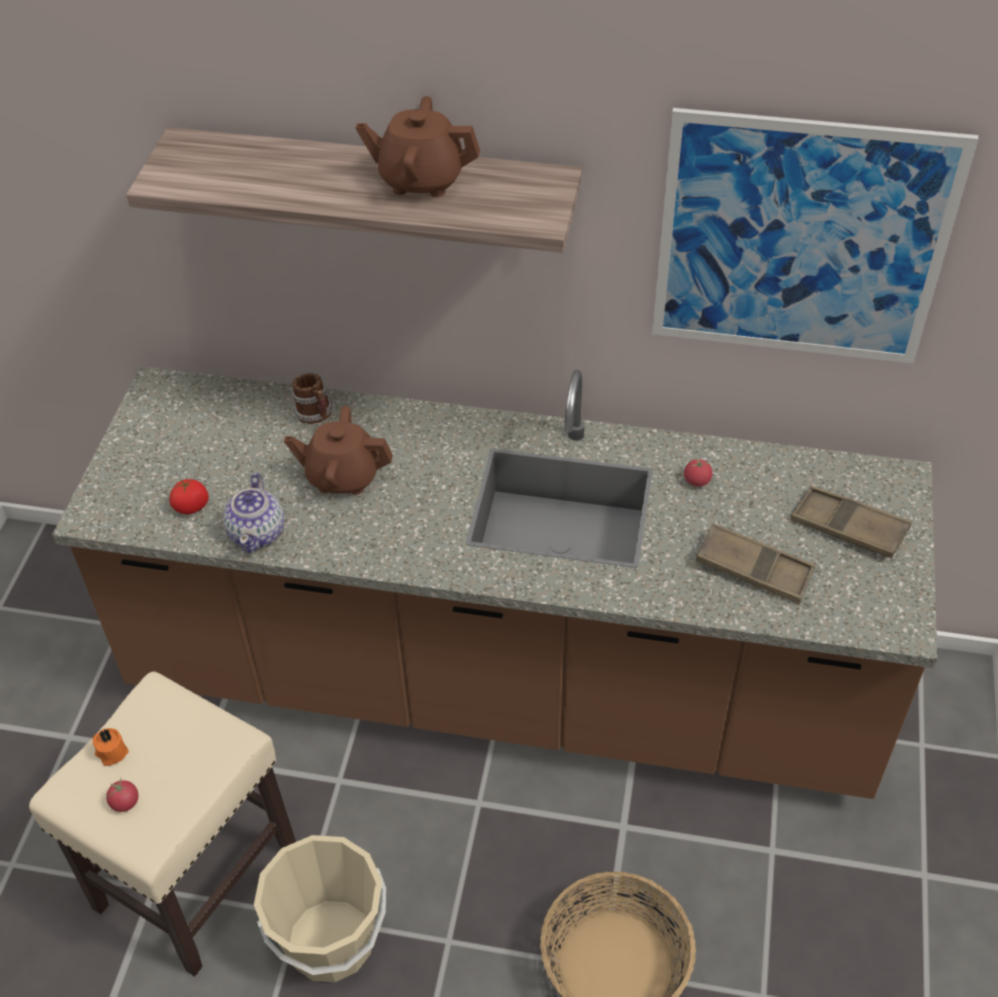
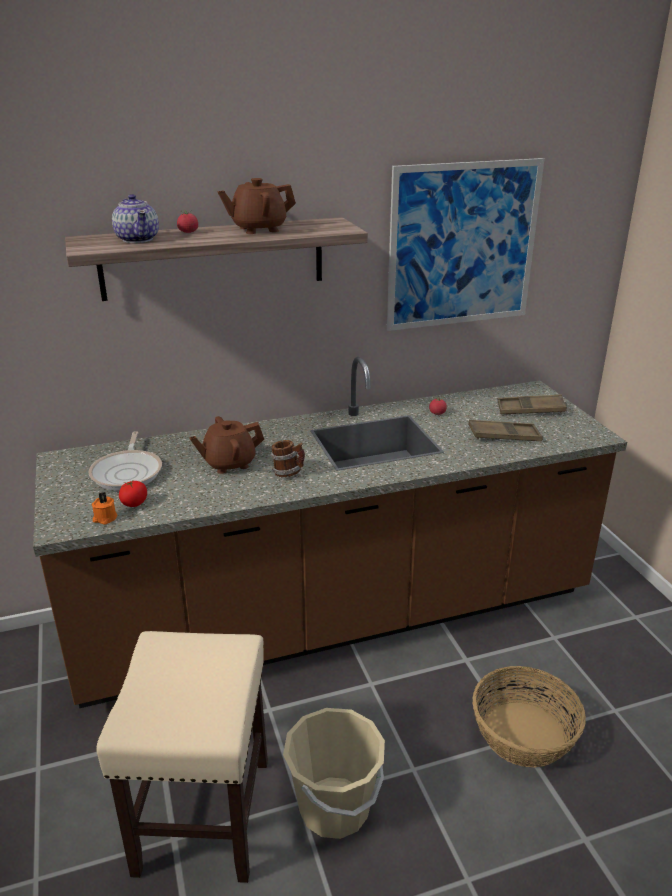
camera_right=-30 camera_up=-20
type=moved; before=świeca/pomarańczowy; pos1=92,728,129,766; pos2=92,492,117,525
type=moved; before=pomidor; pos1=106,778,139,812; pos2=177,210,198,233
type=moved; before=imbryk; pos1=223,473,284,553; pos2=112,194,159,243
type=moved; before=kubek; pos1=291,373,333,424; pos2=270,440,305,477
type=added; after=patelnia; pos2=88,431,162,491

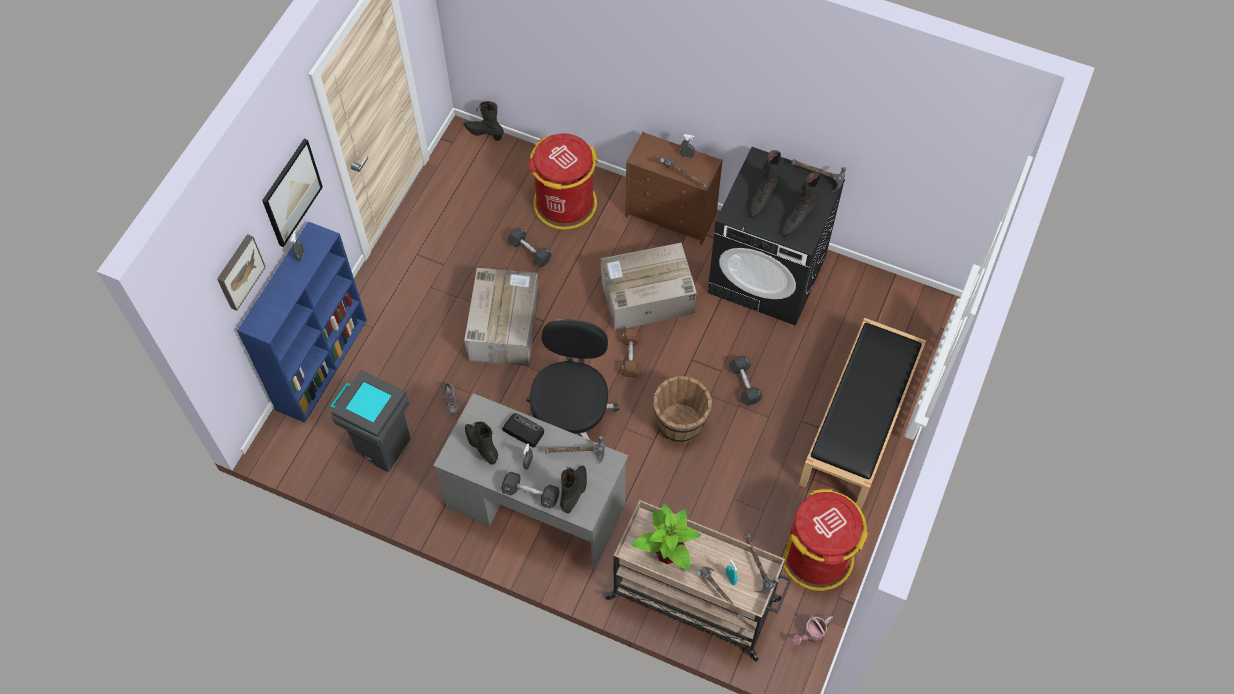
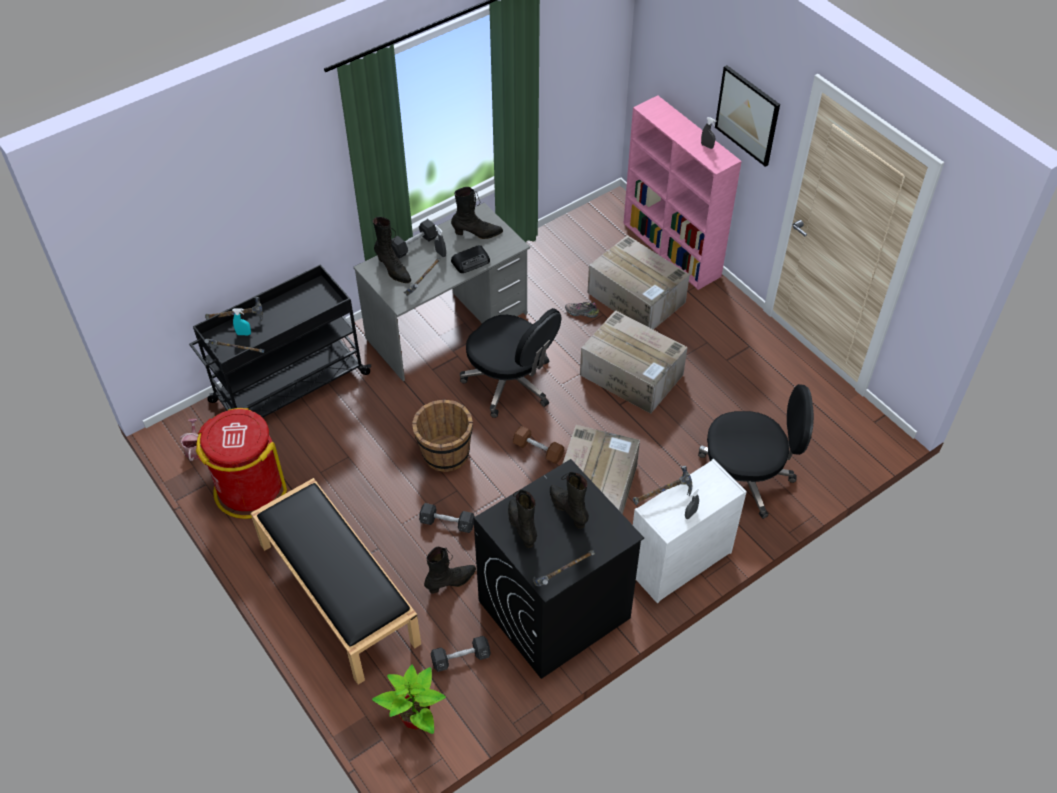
camera_right=120 camera_up=-10
type=removed; before=obraz; pos1=217,234,266,311
type=recoloured; before=regał/niebieski; after=regał/różowy; pos1=237,222,367,423; pos2=623,96,742,290
type=removed; before=kosz na śmieci/szary; pos1=330,370,410,472
type=moved; before=but z cholewką/czarny; pos1=464,101,504,141; pos2=424,547,476,594
type=moved; before=hantel/czarny; pos1=507,227,552,267; pos2=431,636,491,672
type=replaced; before=kosz na śmieci/czerwony; after=krzesło biurowe/czarny; pos1=528,133,598,230; pos2=698,384,814,519
type=recoloured; before=wózek/beżowy; after=wózek/czarny; pos1=603,500,792,661; pos2=189,264,371,418
type=recoloured; before=komoda/brązowy; after=komoda/biały; pos1=626,132,722,245; pos2=633,459,747,604
type=moved; before=roślina doniczkowa; pos1=631,504,701,571; pos2=372,665,446,734
type=added; after=karton; pos2=587,235,690,330

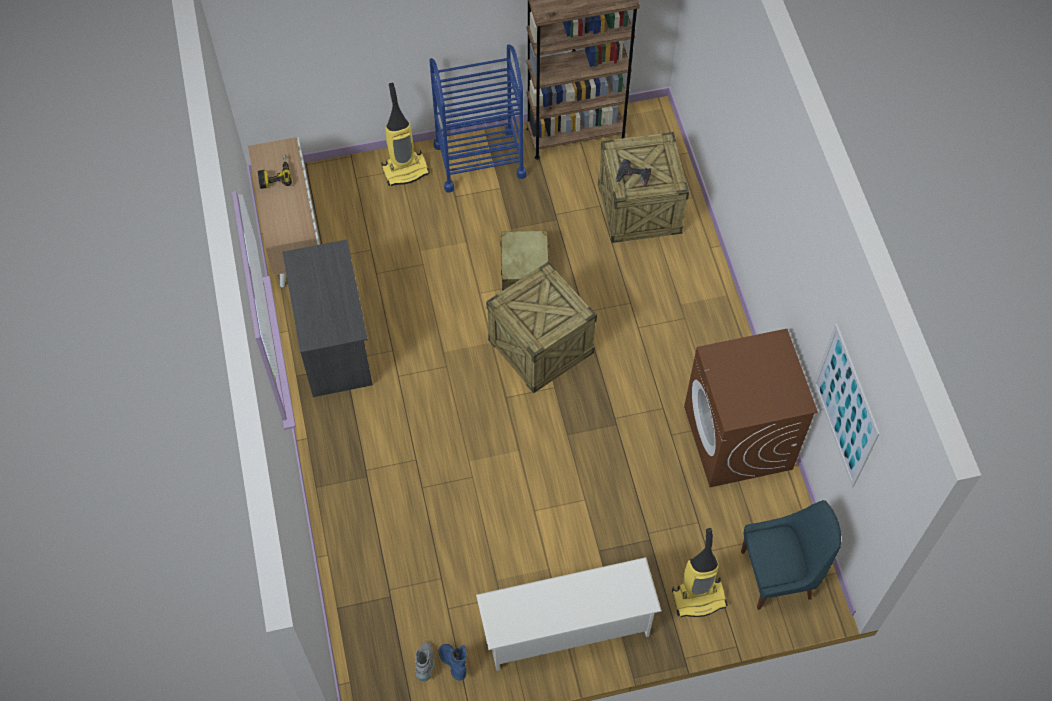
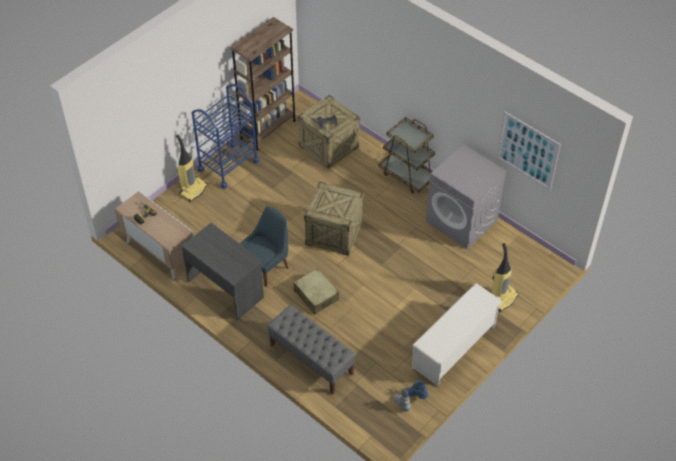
camera_right=-35 camera_up=-10
type=moved; before=walizka/beżowy; pos1=500,231,549,291; pos2=294,268,339,314
type=recoloured; before=pralka/brązowy; after=pralka/szary; pos1=684,329,818,487; pos2=426,144,507,249
type=moved; before=krzesło/niebieski; pos1=741,500,841,610; pos2=239,206,289,286
type=added; after=ławka/szary; pos2=267,305,356,394
type=added; after=wózek/brązowy; pos2=379,117,435,194

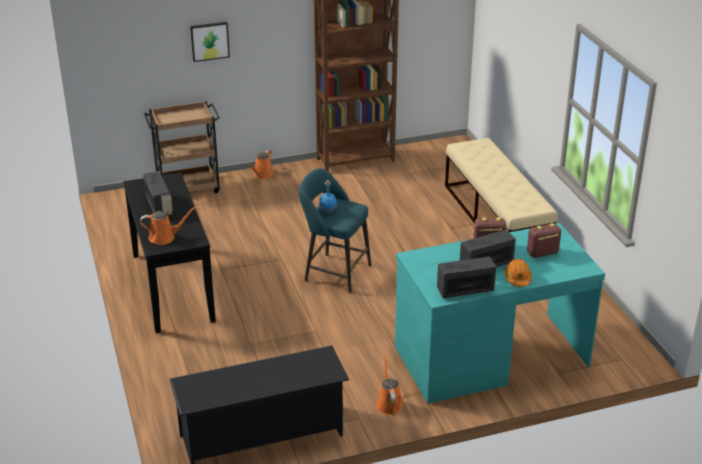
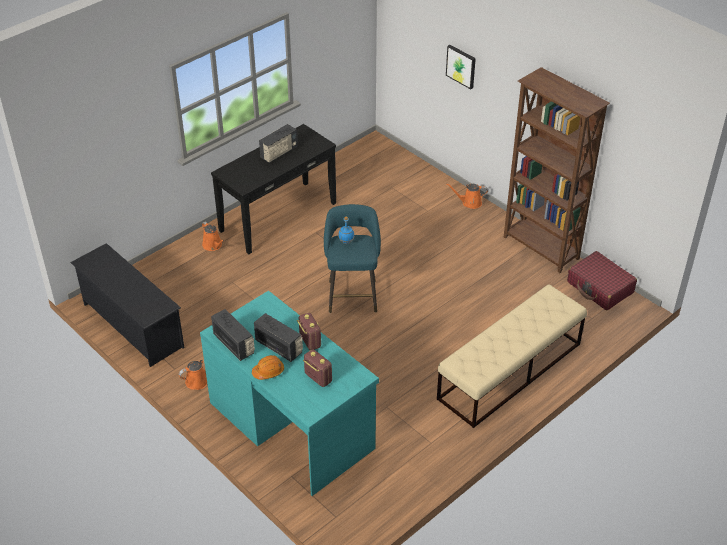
camera_right=65 camera_up=10
type=moved; before=konewka/pomarańczowy; pos1=140,207,196,245; pos2=202,222,224,251
type=removed; before=wózek/brązowy; pos1=144,101,220,193
type=added; after=walizka/czerwony; pos2=567,251,637,310

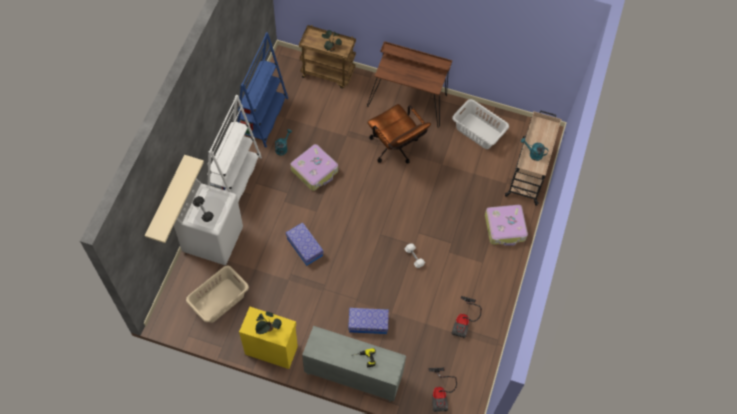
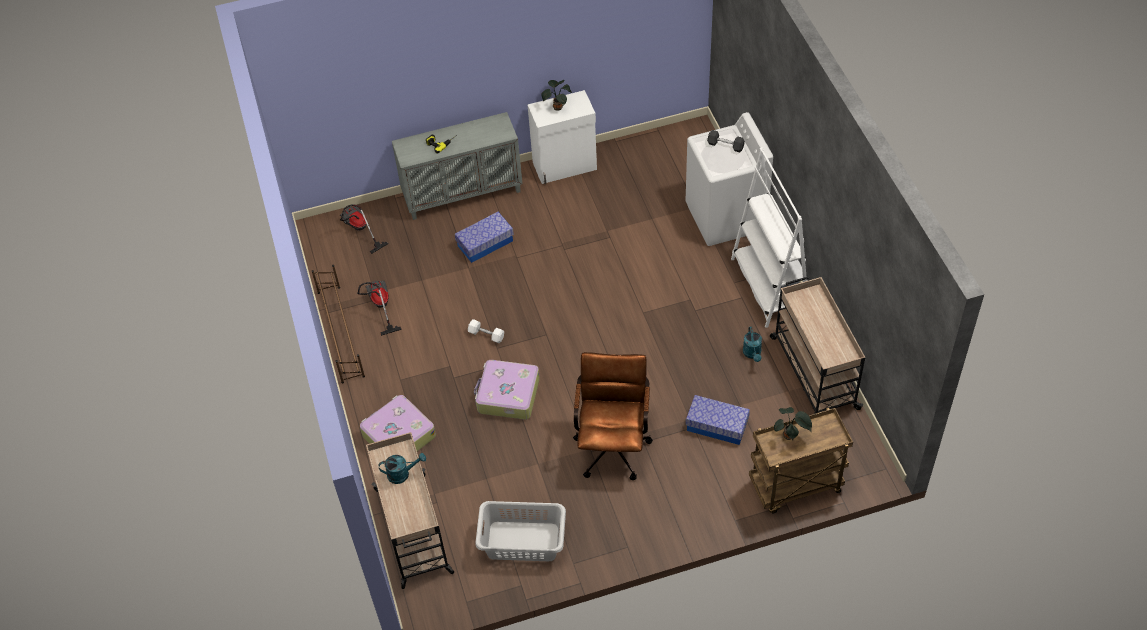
camera_right=150 camera_up=-10
type=removed; before=półka/beżowy; pos1=145,155,204,243
type=removed; before=kosz na pranie/beżowy; pos1=186,266,249,323
type=replaced; before=regał/niebieski; after=wózek/beżowy; pos1=237,32,288,147; pos2=770,276,866,414
type=recoloured; before=szafka/żółty; after=szafka/biały; pos1=239,307,298,369; pos2=527,90,597,184
type=moved; before=pojemnik do przechowywania; pos1=286,222,324,266; pos2=686,395,750,445
type=moved; before=walizka; pos1=291,144,338,191; pos2=474,360,540,420
type=removed; before=biurko/brązowy; pos1=367,41,452,128
type=turned; before=krzesło biurowe/brązowy; pos1=367,104,431,163; pos2=573,352,653,480; turn=75
type=added; after=regał na buty/brązowy; pos2=312,265,365,383

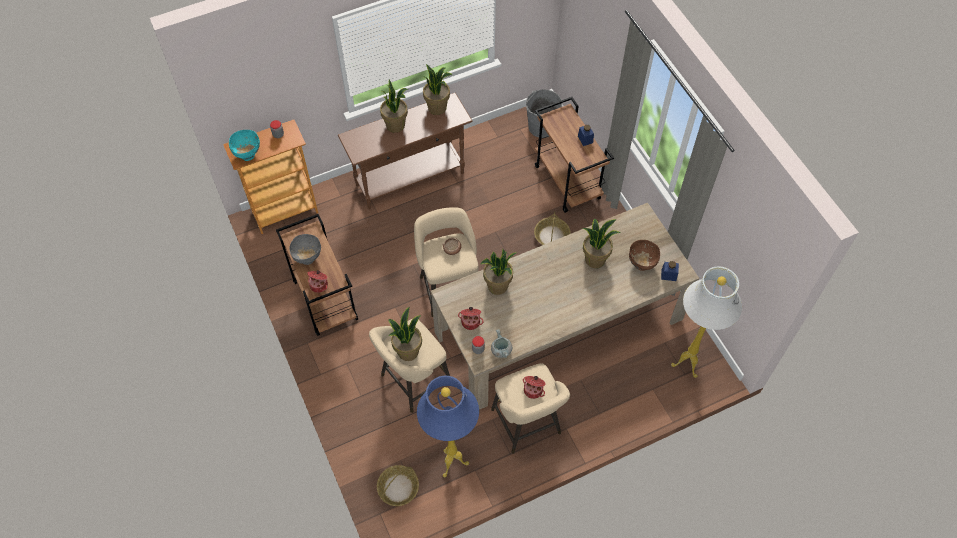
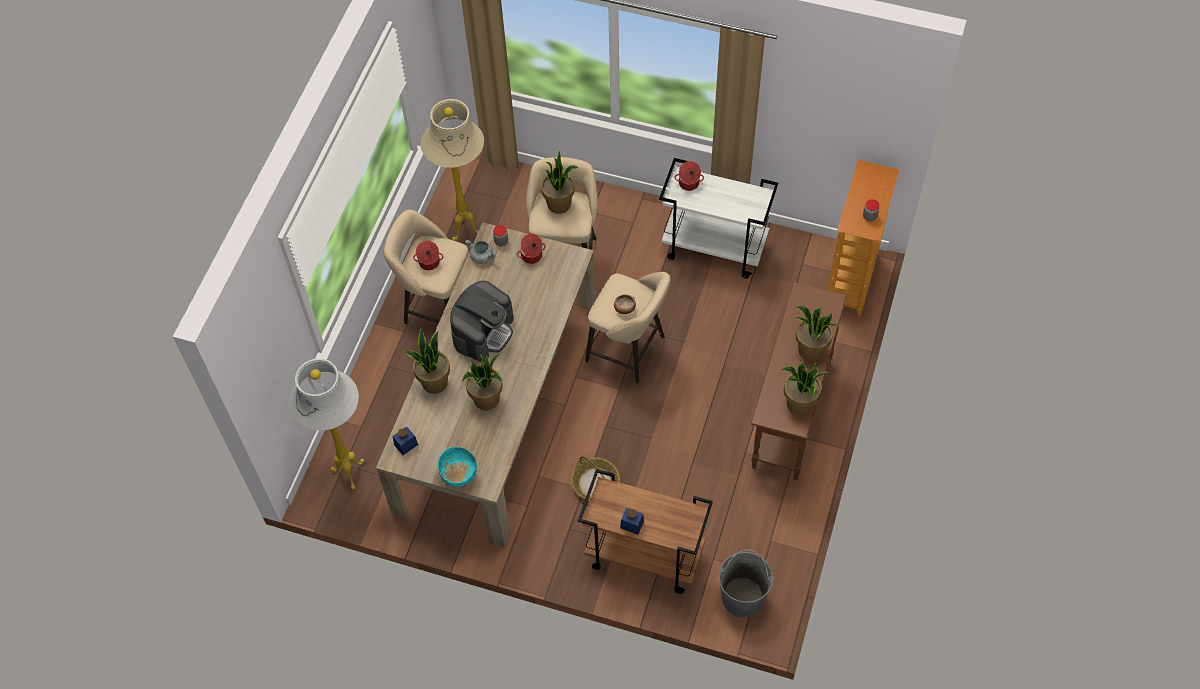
camera_right=135 camera_up=0
type=moved; before=miska/turkusowy; pos1=229,130,260,161; pos2=438,447,477,487
type=recoloured; before=wózek/brązowy; after=wózek/biały; pos1=276,214,358,336; pos2=659,158,778,279
type=removed; before=miska/szary; pos1=289,234,321,265
type=removed; before=koszyk; pos1=377,465,419,506
type=recoloured; before=lampa stojąca/niebieski; after=lampa stojąca/beżowy; pos1=417,376,479,477; pos2=421,99,484,241
type=moved; before=roślina doniczkowa; pos1=480,248,516,295; pos2=405,328,450,394
type=removed; before=miska/brązowy; pos1=629,240,660,271
type=added; after=ekspres do kawy; pos2=450,281,514,362

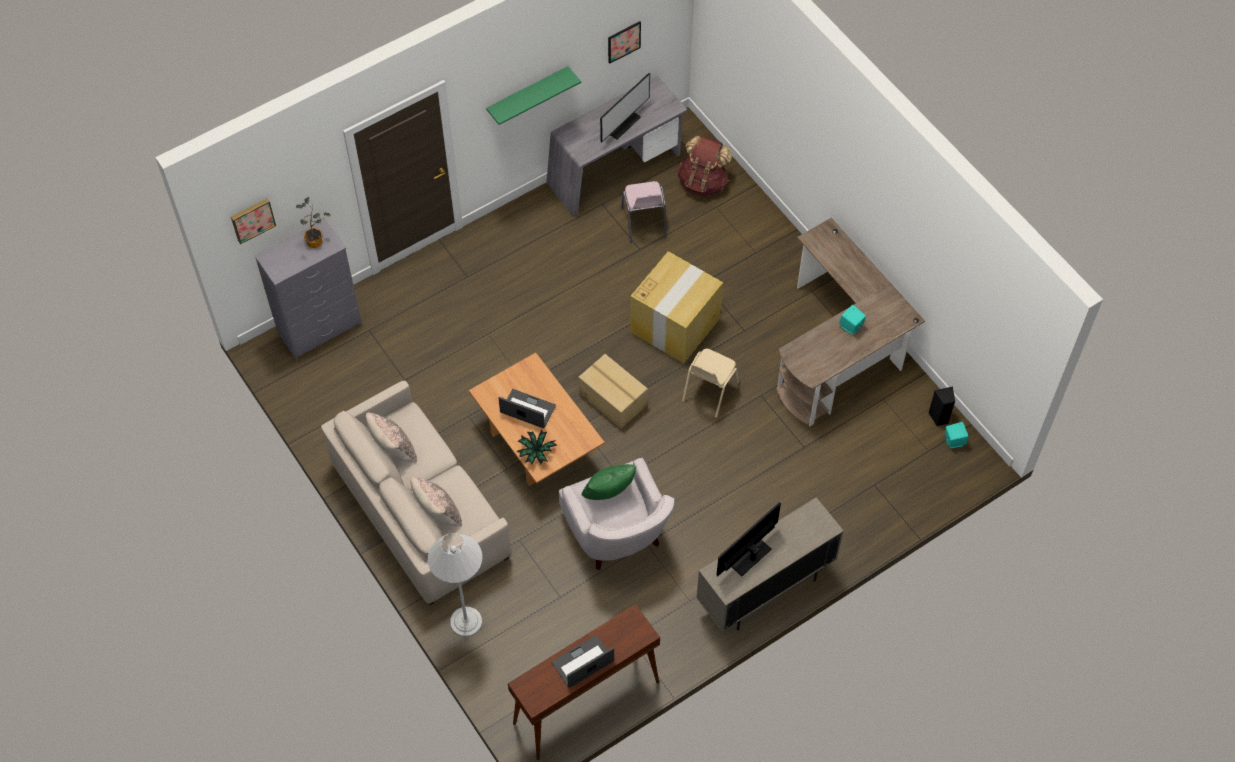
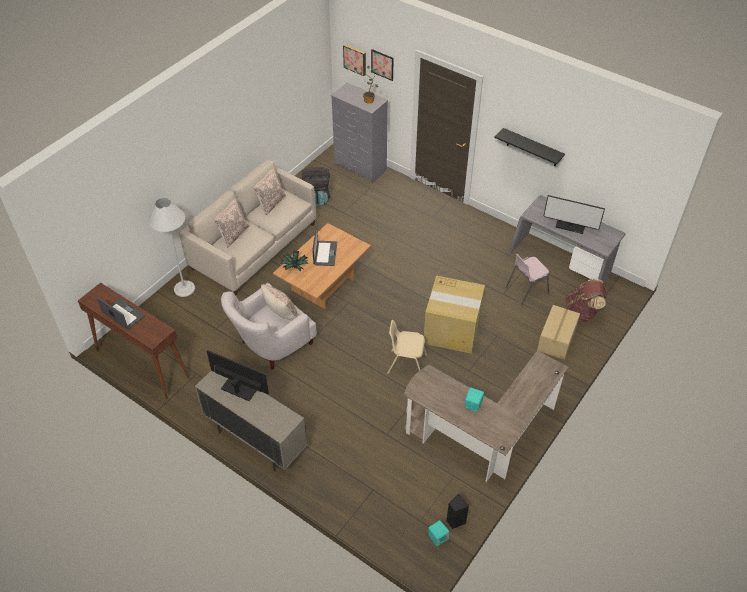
camera_right=70 camera_up=-10
type=recoloured; before=półka/zielony; after=półka/czarny; pos1=486,66,581,125; pos2=494,128,565,166
type=moved; before=karton; pos1=579,354,648,429; pos2=537,305,580,360
type=recoloured; before=poduszka/zielony; after=poduszka/beżowy; pos1=582,464,636,500; pos2=261,284,299,320
type=moved; before=obraz; pos1=608,21,641,64; pos2=371,49,394,81
type=added; after=plecak/czarny; pos2=302,167,330,206

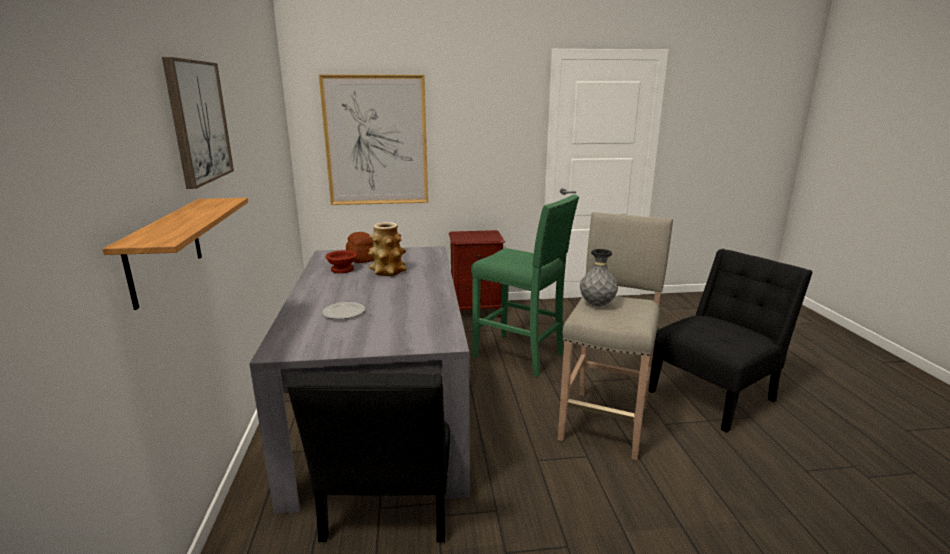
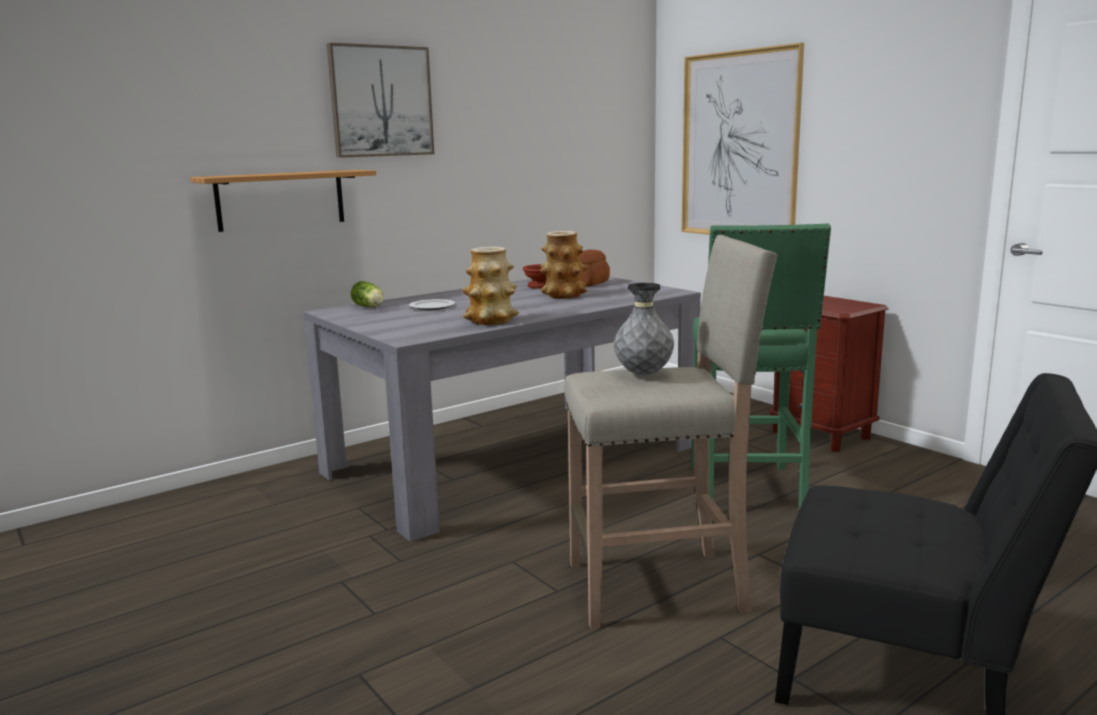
camera_right=60 camera_up=-5
type=removed; before=krzesło/czarny; pos1=286,373,450,542
type=added; after=sałata; pos2=351,281,384,307
type=added; after=wazon; pos2=462,247,519,325

